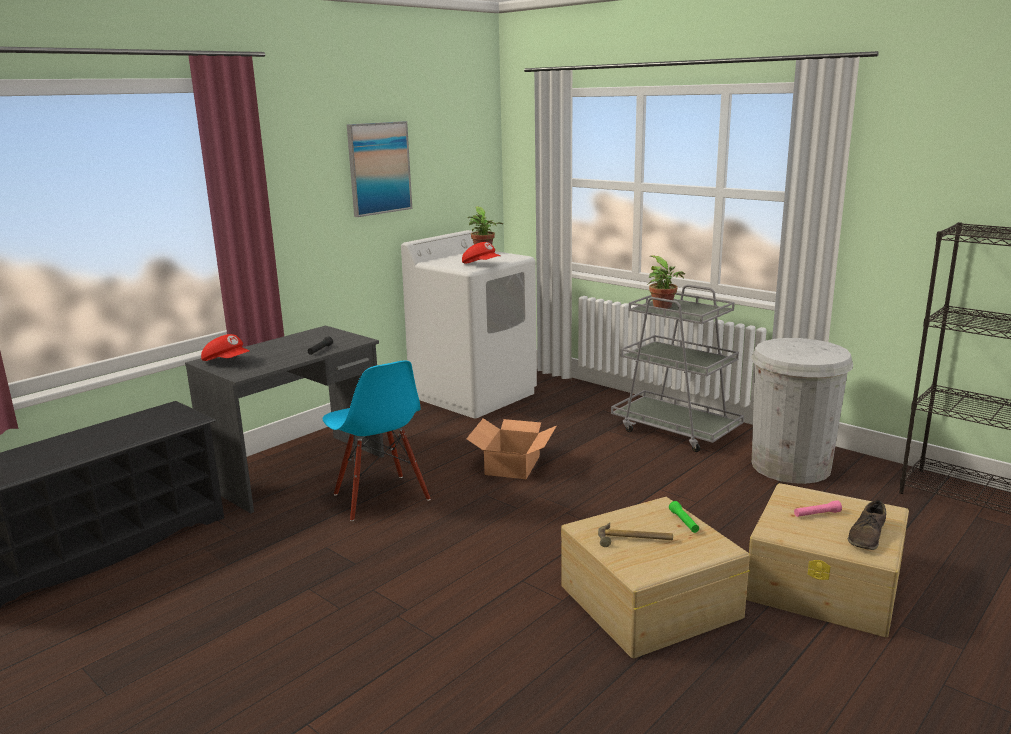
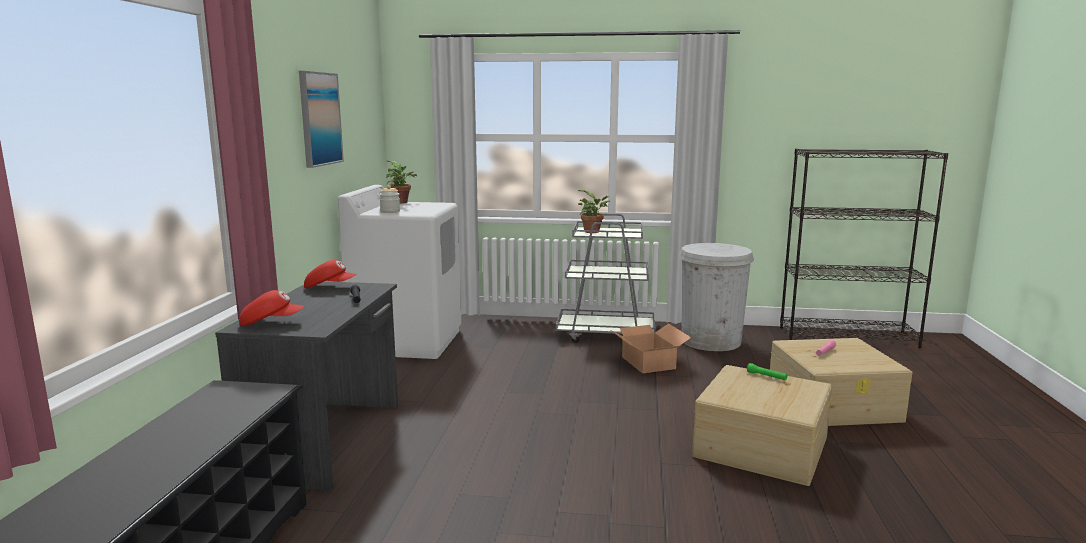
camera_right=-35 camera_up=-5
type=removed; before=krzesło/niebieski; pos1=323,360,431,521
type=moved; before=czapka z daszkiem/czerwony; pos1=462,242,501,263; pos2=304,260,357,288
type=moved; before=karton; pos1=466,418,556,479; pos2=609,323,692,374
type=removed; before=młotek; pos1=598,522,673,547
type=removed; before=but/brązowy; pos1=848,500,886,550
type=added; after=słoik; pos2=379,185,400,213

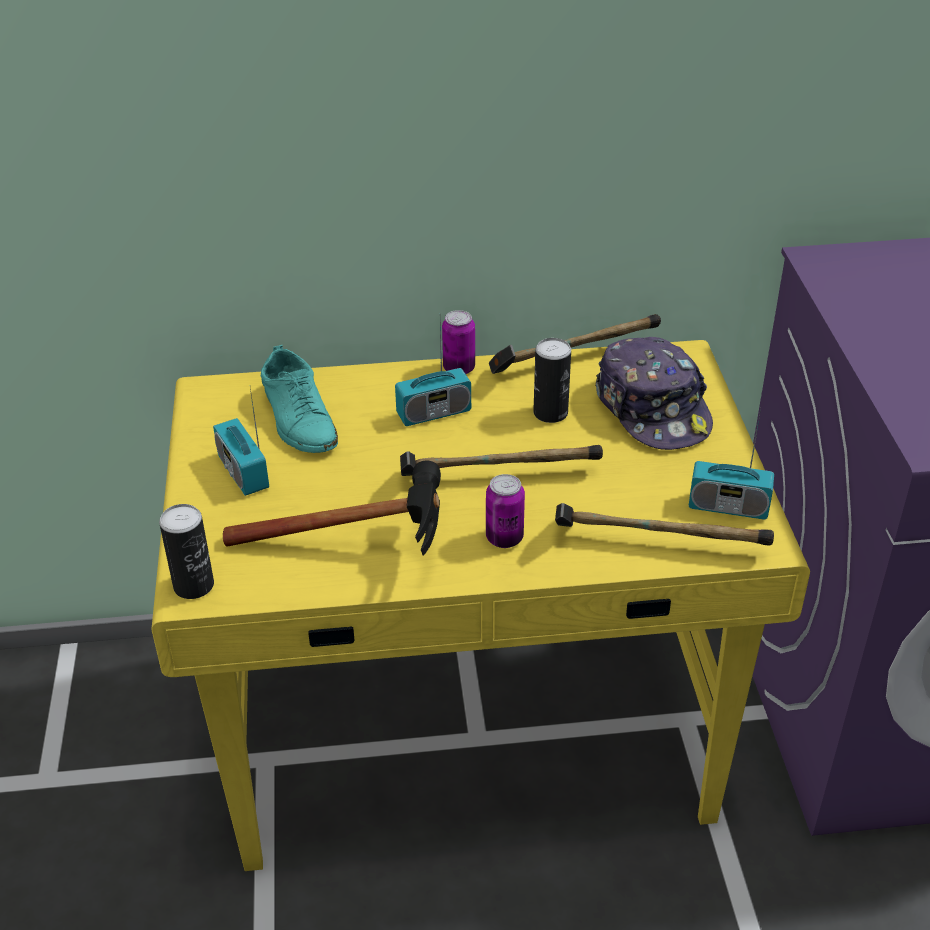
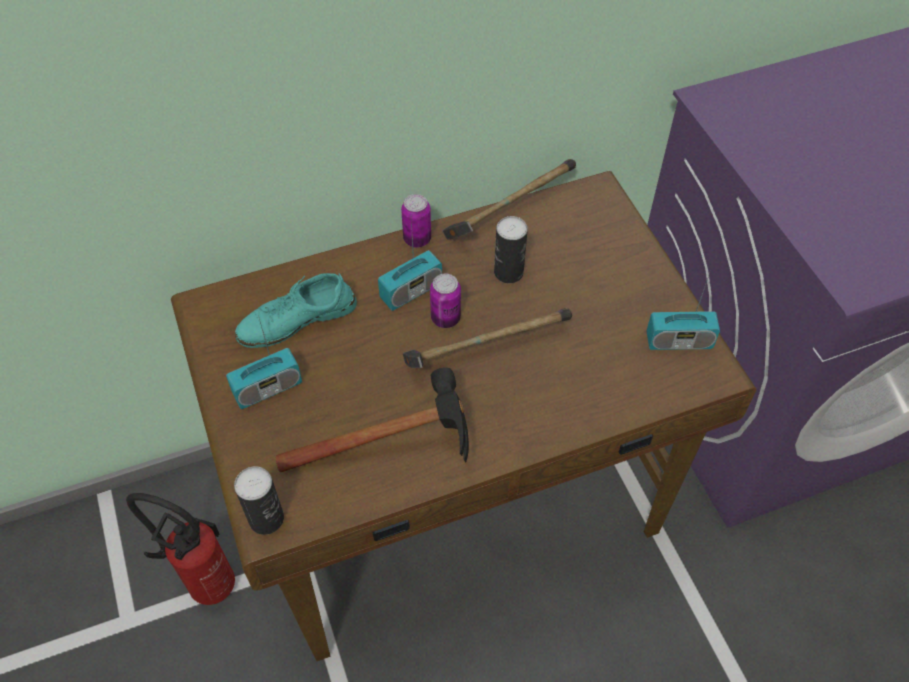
camera_right=-15 camera_up=15
type=recoloured; before=biurko/żółty; after=biurko/brązowy; pos1=152,340,810,871; pos2=171,171,757,661
type=turned; before=radio; pos1=213,388,269,496; pos2=226,315,302,409; turn=-75
type=turned; before=but/turkusowy; pos1=261,345,338,453; pos2=235,273,357,348; turn=105
type=moved; before=puszka; pos1=486,474,525,548; pos2=430,274,461,328
type=removed; before=młotek; pos1=555,503,774,546
type=removed; before=czapka z daszkiem; pos1=595,337,713,450
type=added; after=gaśnica; pos2=126,493,235,605

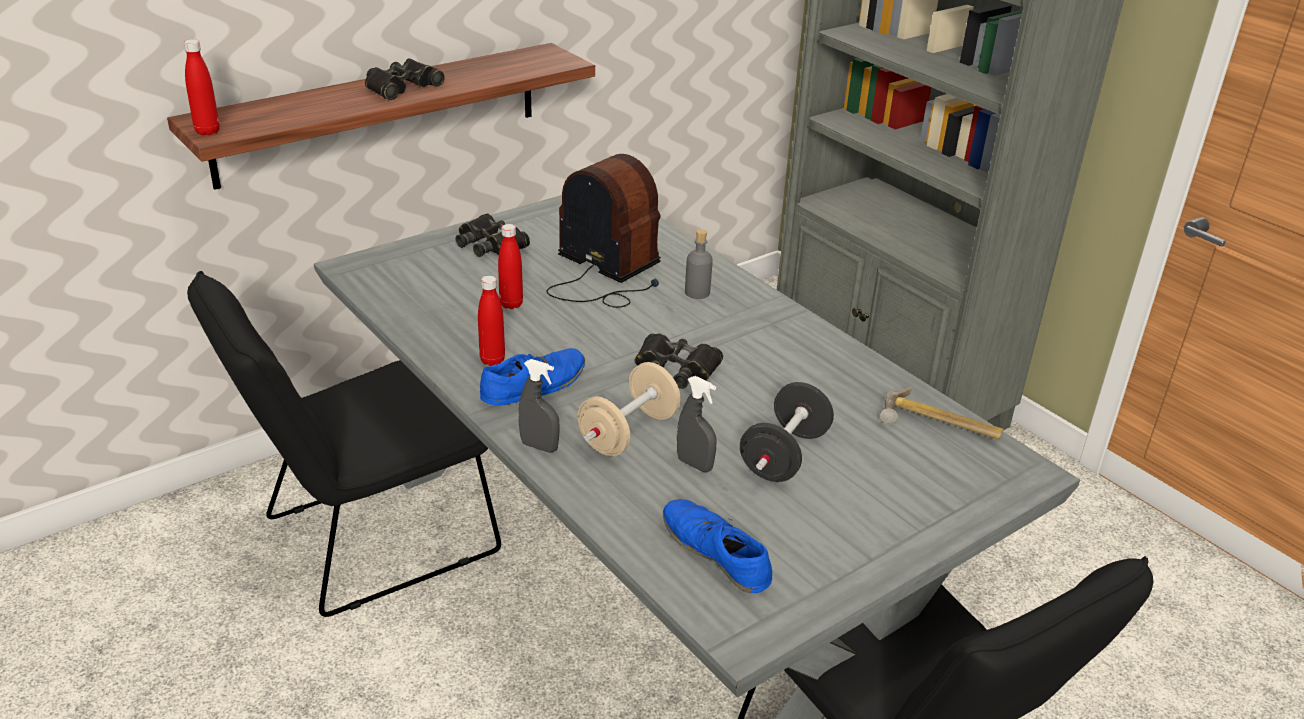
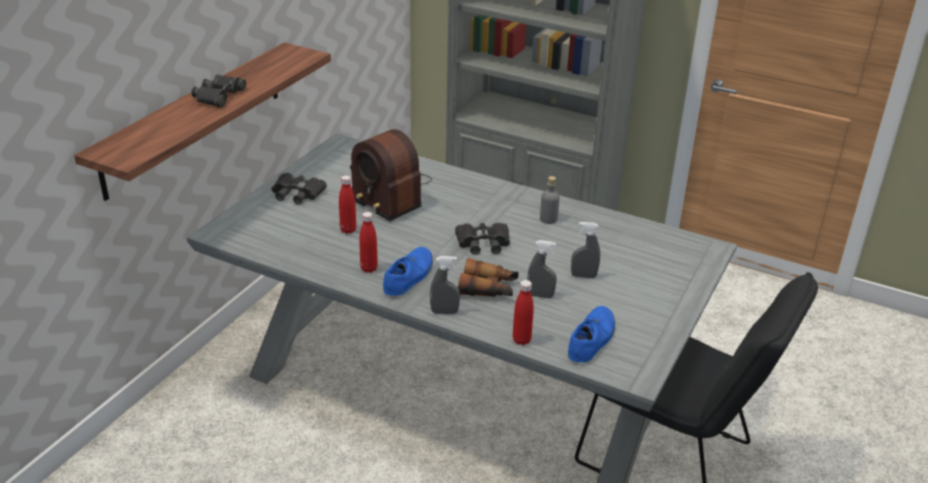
camera_right=-25 camera_up=0
type=moved; before=butelka/czerwony; pos1=184,39,220,135; pos2=513,280,534,345
type=removed; before=krzesło/czarny; pos1=187,271,501,617
type=turned; before=radio; pos1=546,154,661,308; pos2=350,129,432,222; turn=-150
type=replaced; before=hantel/beżowy; after=lornetka; pos1=577,362,681,456; pos2=458,258,519,297
type=turned; before=but/niebieski; pos1=663,499,772,593; pos2=568,306,615,362; turn=90
type=moved; before=butelka/szary; pos1=685,230,713,299; pos2=540,176,560,224
type=replaced; before=hantel/czarny; after=spryskiwacz/szary; pos1=740,382,834,482; pos2=571,222,600,278
type=removed; before=młotek; pos1=880,387,1003,440

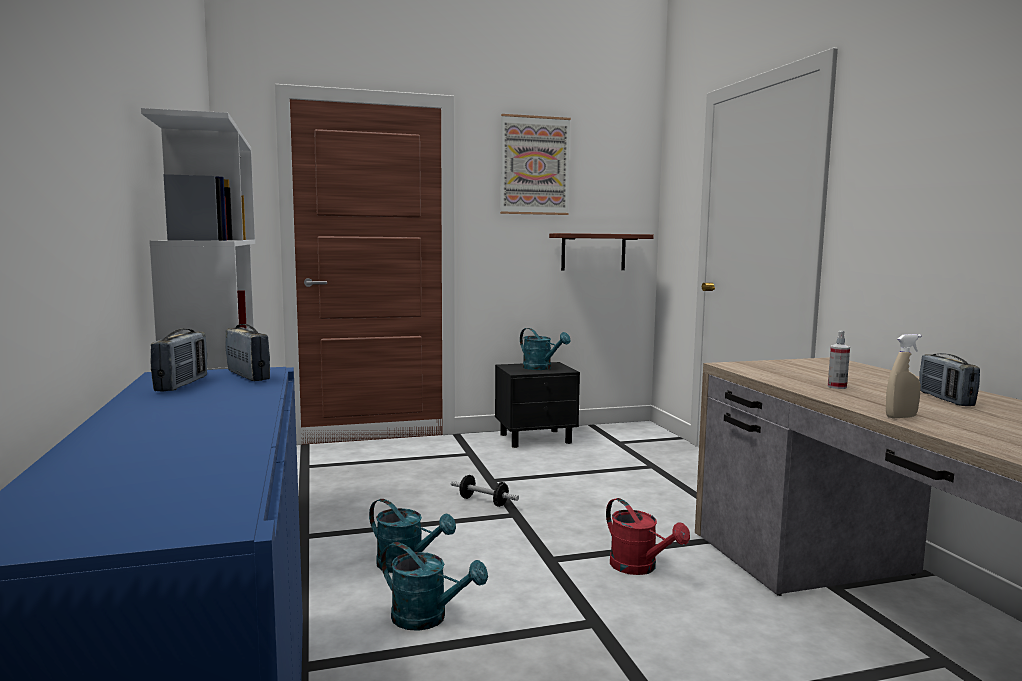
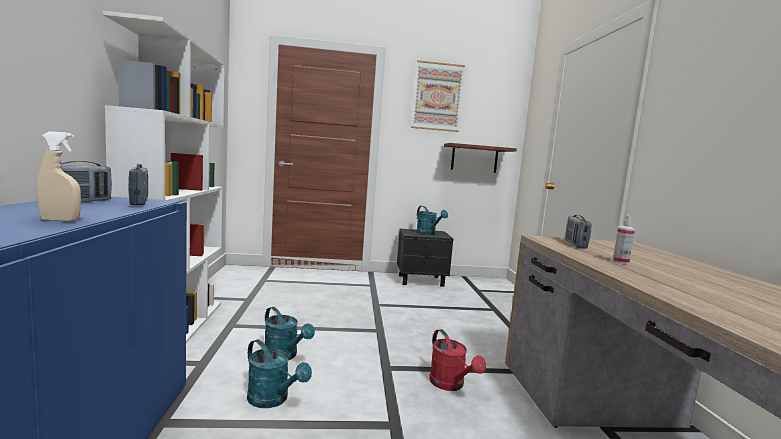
camera_right=10 camera_up=0
type=removed; before=hantel; pos1=451,475,519,507
type=moved; before=spryskiwacz/beżowy; pos1=886,334,921,418; pos2=37,131,81,222
type=moved; before=radio; pos1=919,353,980,406; pos2=565,215,592,249

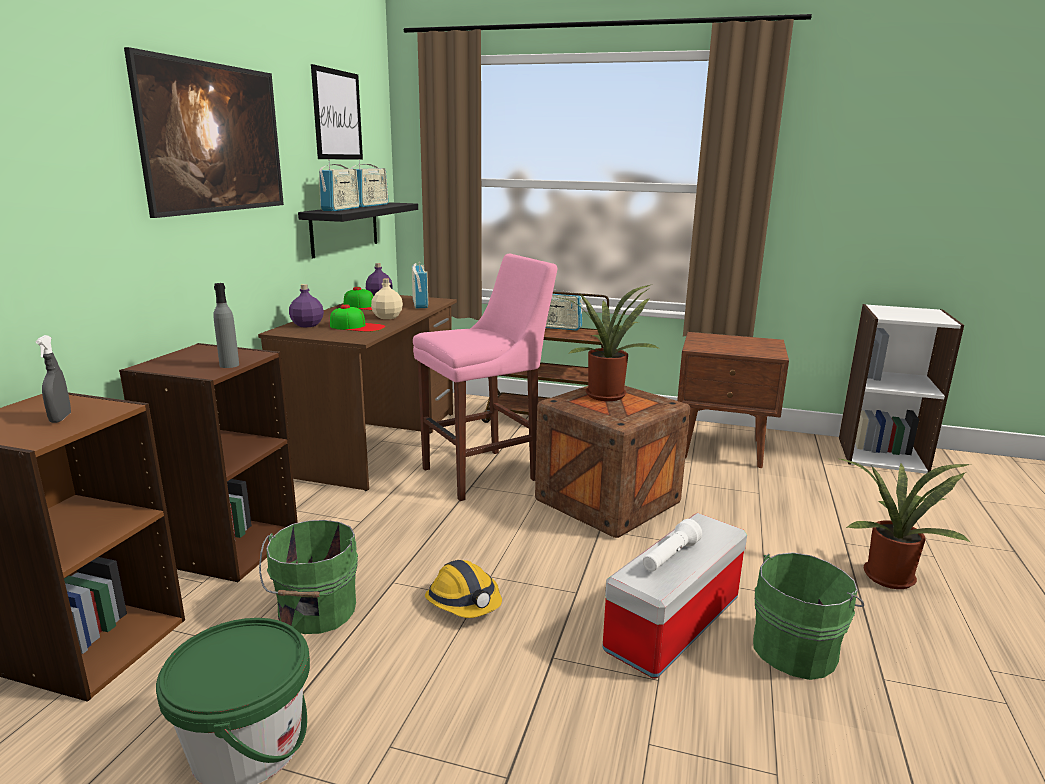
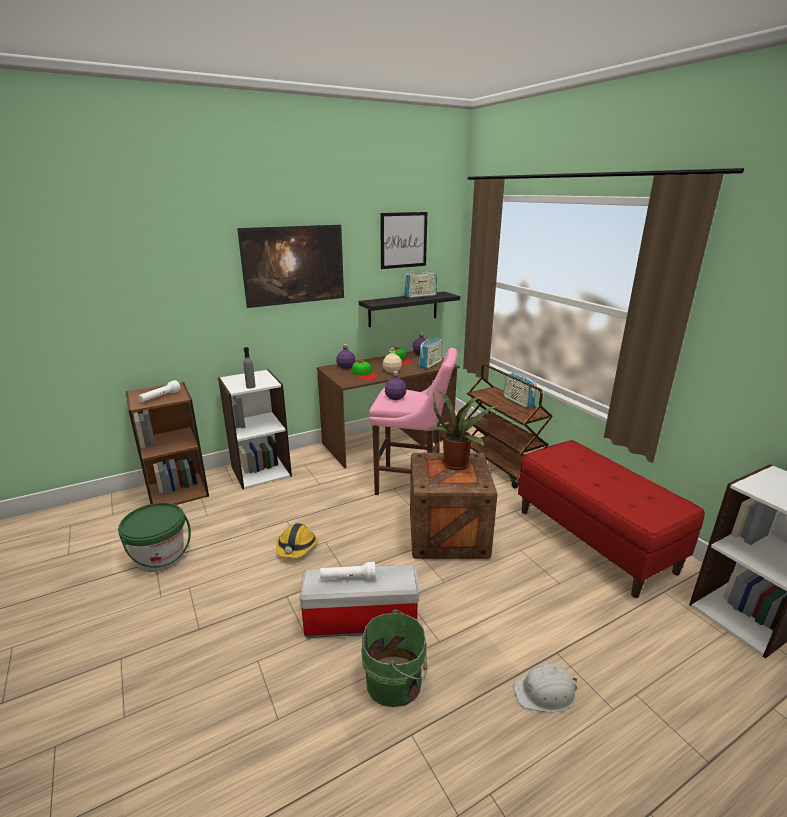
camera_right=45 camera_up=5
type=replaced; before=spryskiwacz/szary; after=latarka/biały; pos1=35,335,71,423; pos2=138,380,181,402
type=recoloured; before=regał/brązowy; after=regał/biały; pos1=119,343,298,582; pos2=218,369,292,489
type=removed; before=wiadro/zielony; pos1=259,520,358,634
type=removed; before=radio; pos1=319,159,360,211
type=replaced; before=szafka nocna/brązowy; after=ławka/czerwony; pos1=677,332,789,468; pos2=518,440,705,598
type=replaced; before=roślina doniczkowa; after=kask/biały; pos1=837,458,972,589; pos2=513,664,577,712
type=added; after=butelka/fioletowy; pos2=385,371,406,400

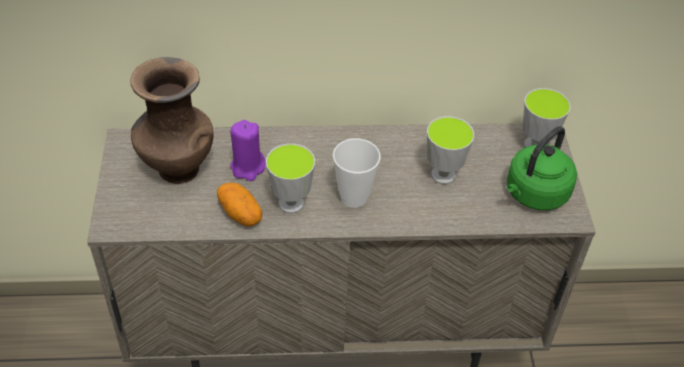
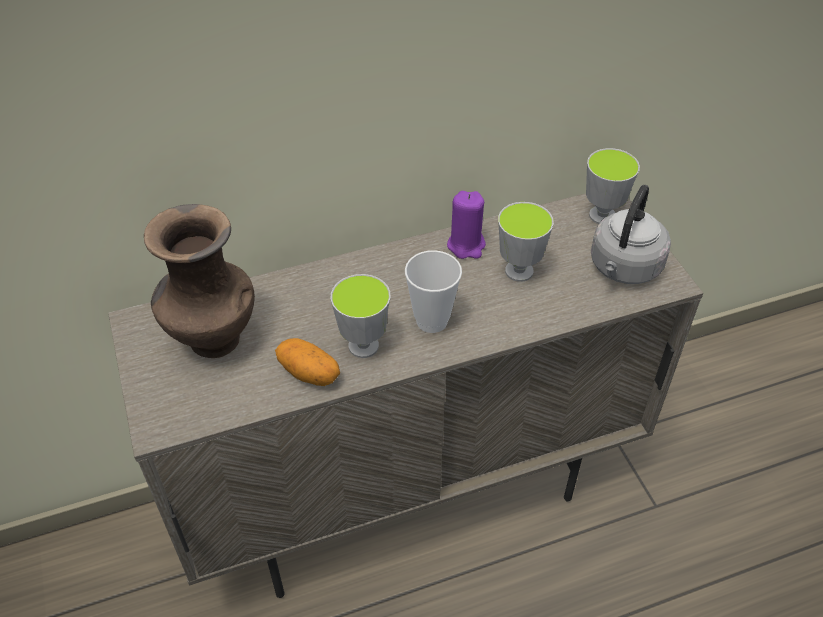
camera_right=-15 camera_up=0
type=moved; before=świeca/fioletowy; pos1=230,120,265,181; pos2=447,191,486,259
type=recoloured; before=czajnik/zielony; after=czajnik/szary; pos1=507,126,577,210; pos2=591,185,671,284

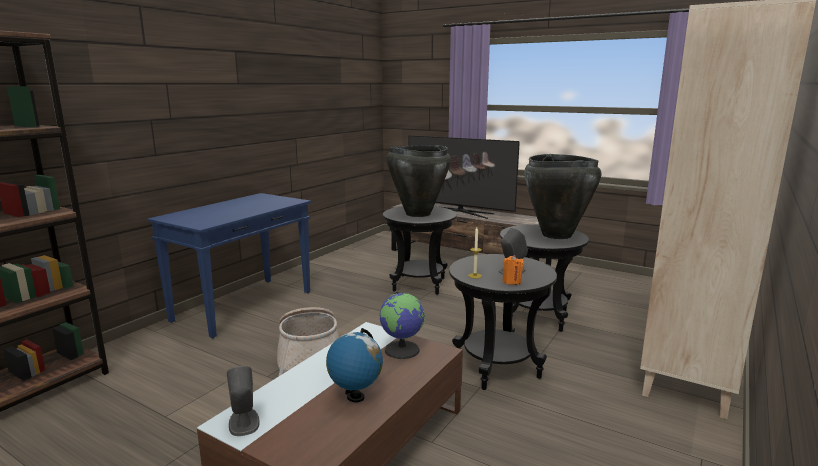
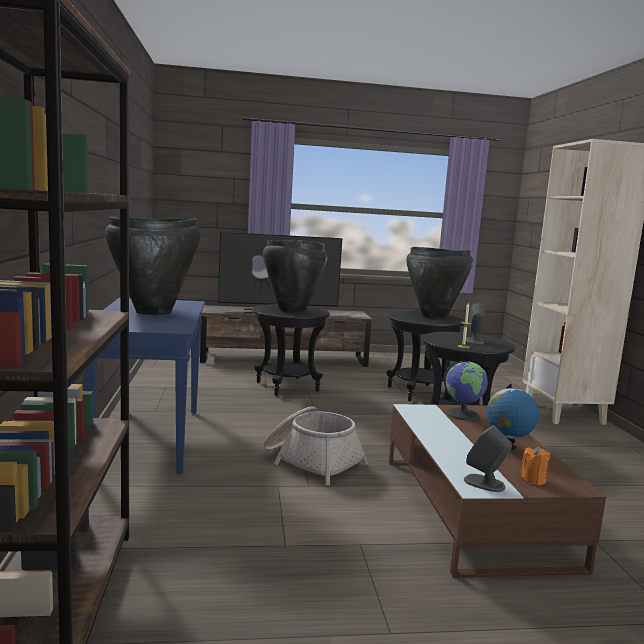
camera_right=-40 camera_up=-5
type=moved; before=świeca/pomarańczowy; pos1=502,255,523,285; pos2=520,446,550,485
type=added; after=wazon/czarny; pos2=105,216,201,315

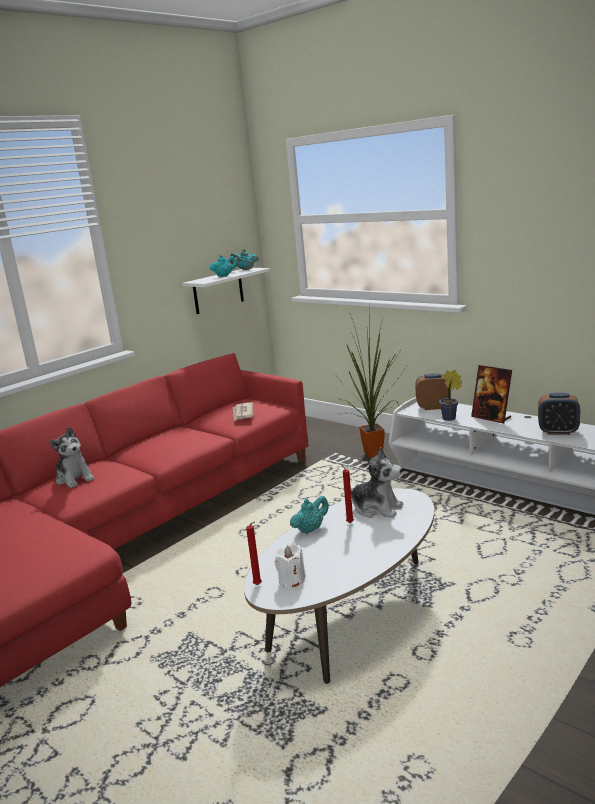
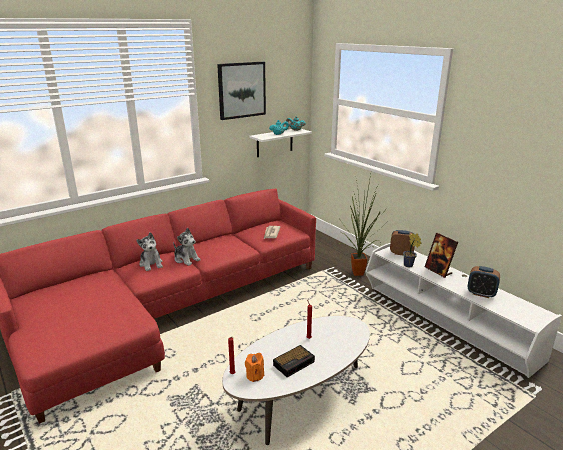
camera_right=10 camera_up=5
type=recoloured; before=świeca/biały; after=świeca/pomarańczowy; pos1=275,543,306,588; pos2=245,353,264,382
type=removed; before=imbryk/turkusowy; pos1=290,496,329,534
type=moved; before=pluszak; pos1=343,447,403,518; pos2=173,228,201,266
type=added; after=obraz; pos2=217,62,266,120
type=added; after=budzik; pos2=273,345,315,377

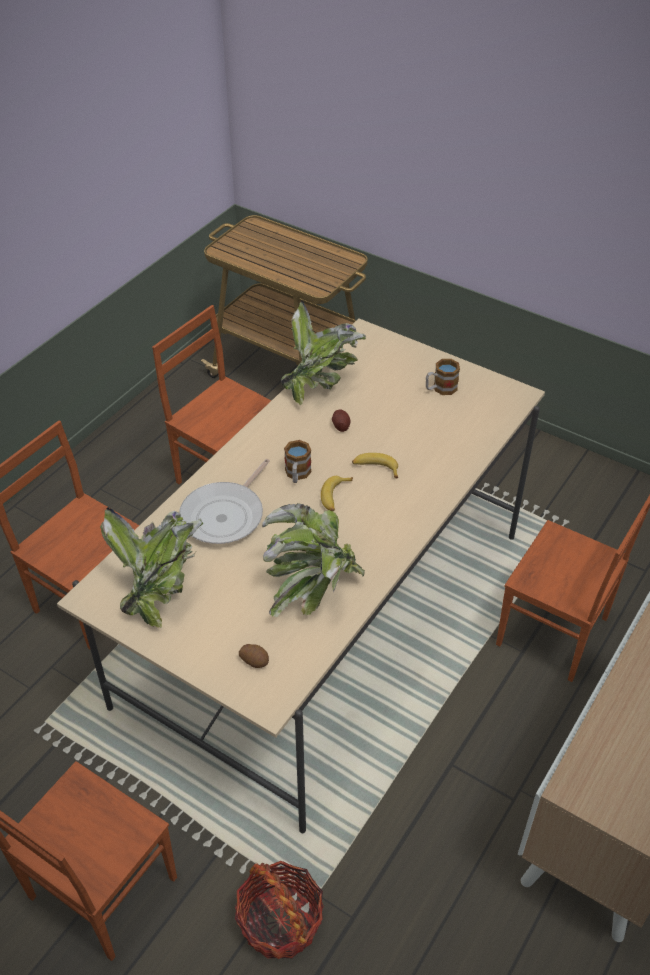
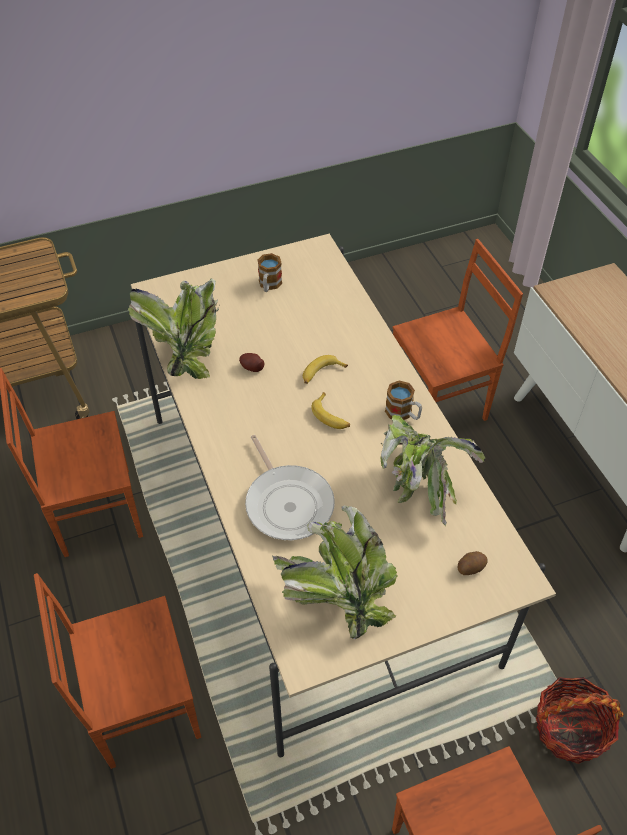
camera_right=-55 camera_up=5
type=moved; before=kubek; pos1=284,440,311,483; pos2=385,380,422,420

